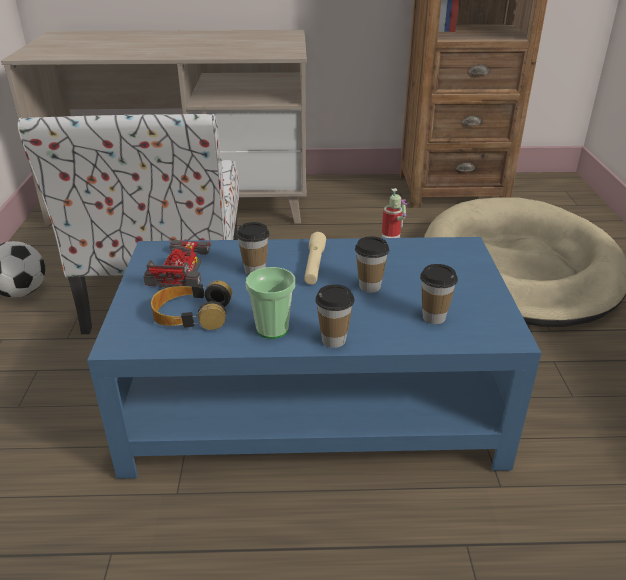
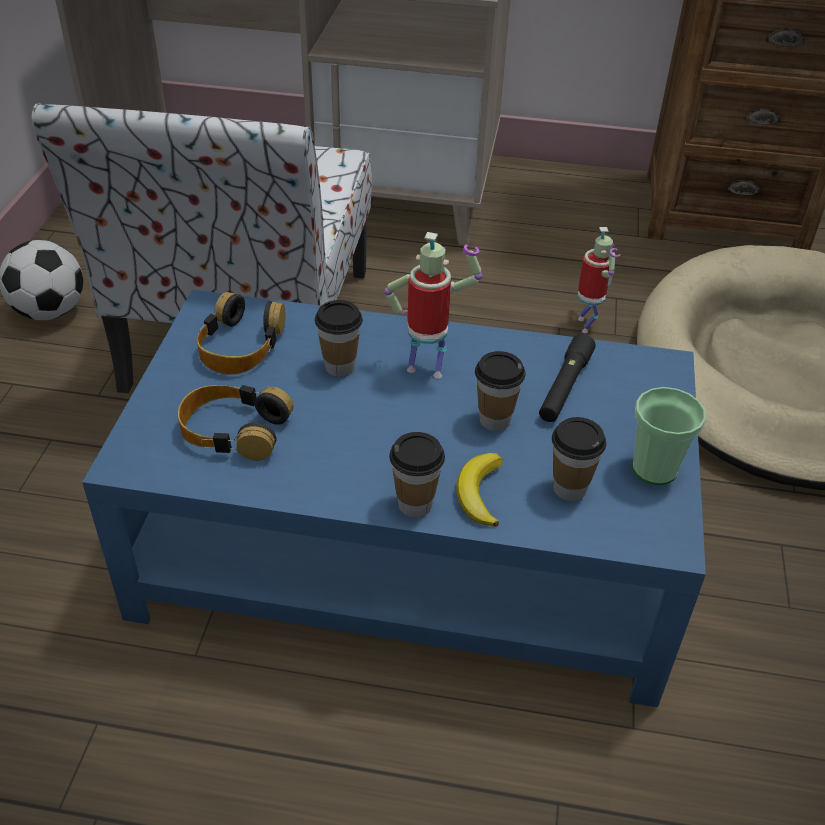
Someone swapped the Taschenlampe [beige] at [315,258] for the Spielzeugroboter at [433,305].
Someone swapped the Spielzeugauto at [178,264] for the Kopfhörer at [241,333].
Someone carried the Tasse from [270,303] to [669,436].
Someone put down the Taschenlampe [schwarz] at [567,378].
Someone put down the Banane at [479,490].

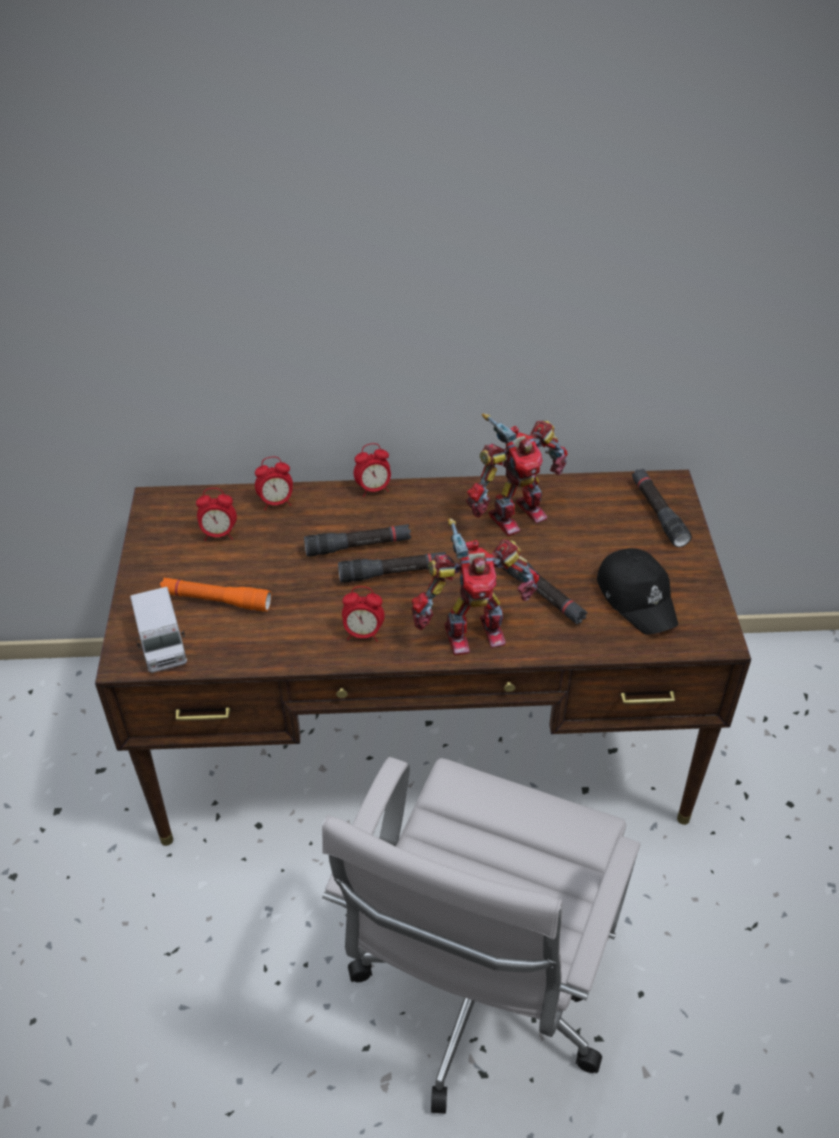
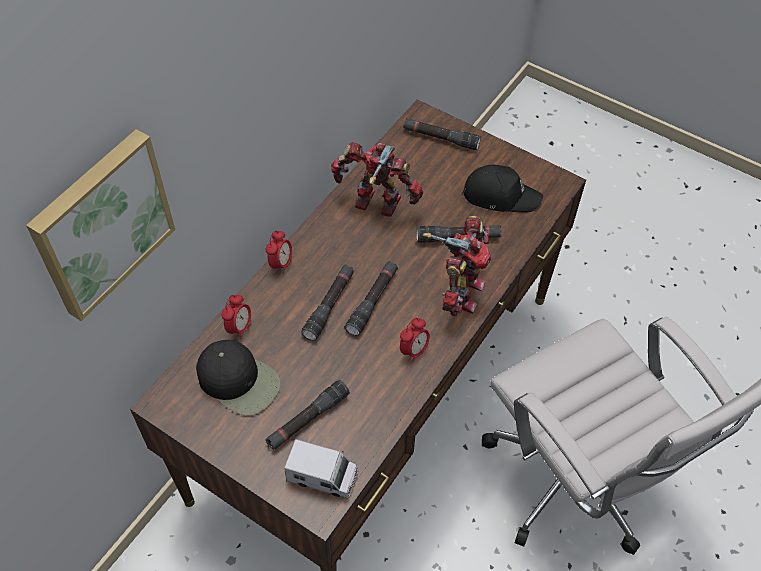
Someone rotated the Spielzeugroboter at [517,475] by 75 degrees counterclockwise.
Someone swapped the Wecker at [216,514] for the Kappe [schwarz] at [238,378].
Someone repainted the Taschenlampe [orange] at [215,594], which became the Taschenlampe [schwarz] at [307,415].
Someone put up the Bild at [100,225].

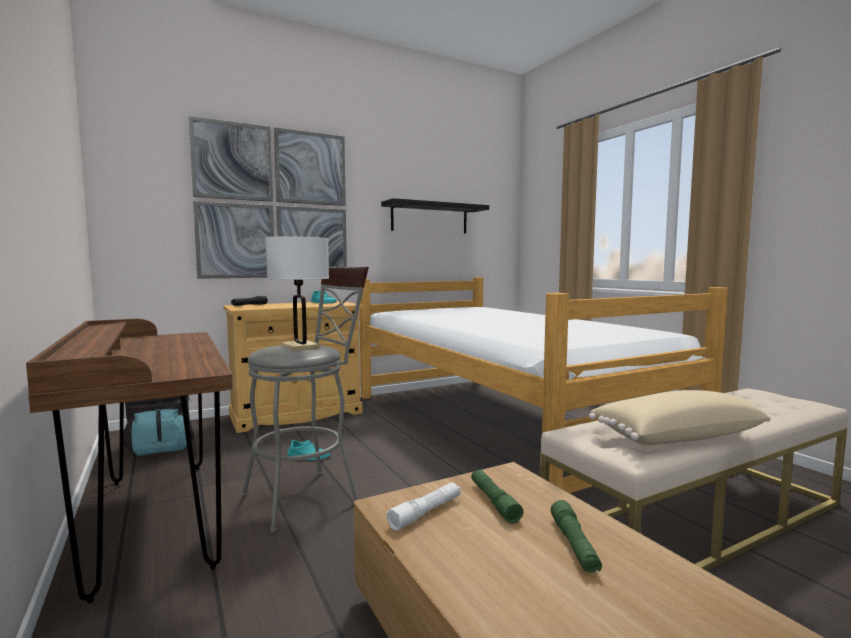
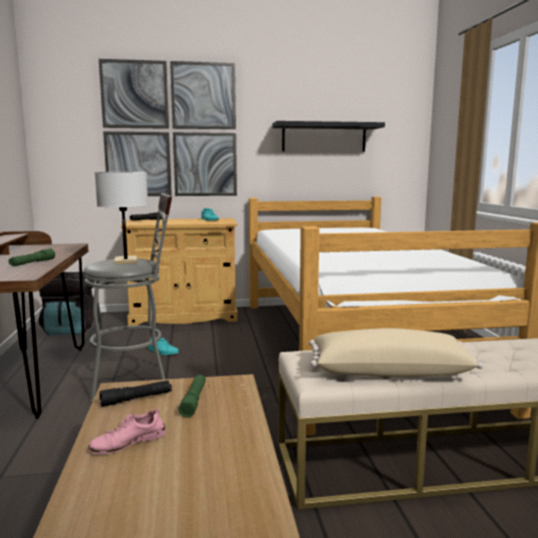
Someone repainted the Taschenlampe [weiß] at [424,506], which became the Taschenlampe [schwarz] at [135,393].
Someone carried the Taschenlampe [grün] from [576,536] to [31,257].
Someone put down the Schuh [rosa] at [127,431].

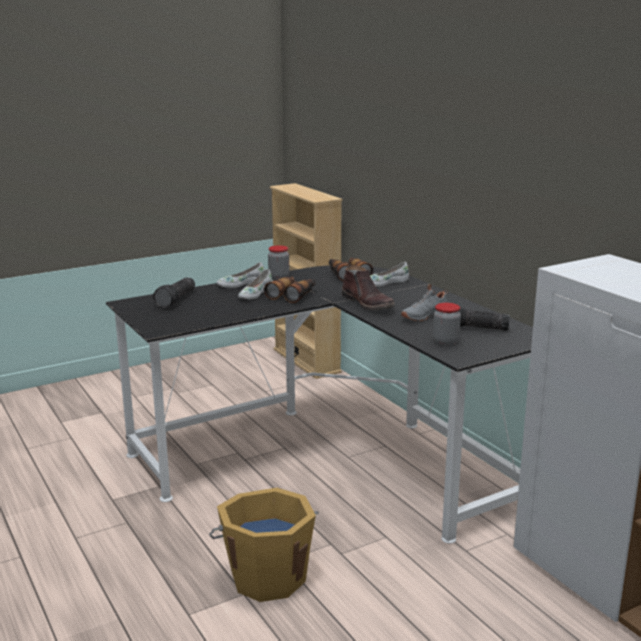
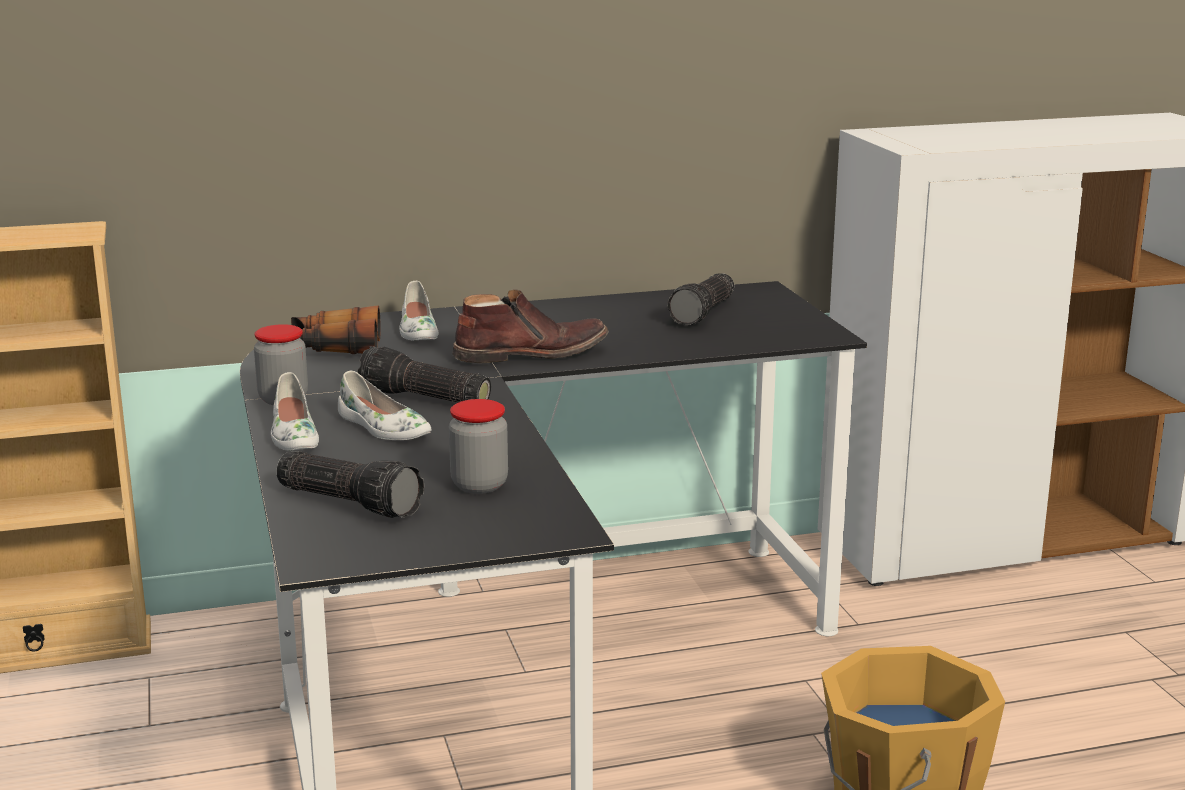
Someone swapped the Fernglas at [290,289] for the Taschenlampe at [424,374].
Someone took away the Schuh [grau] at [424,302].
Someone carried the Vorratsglas from [447,324] to [478,446].

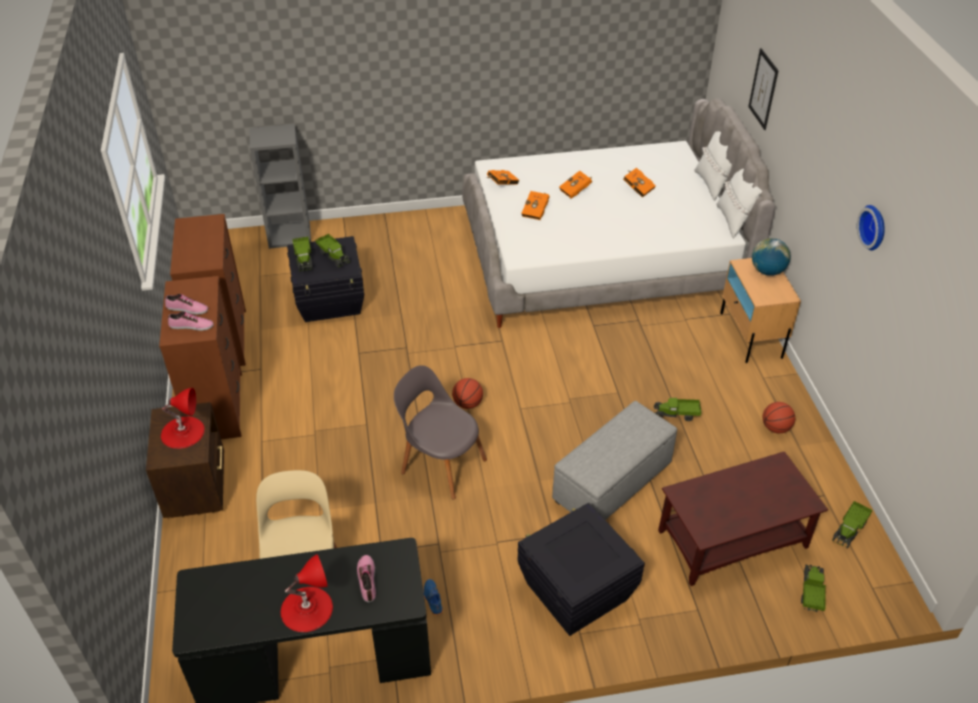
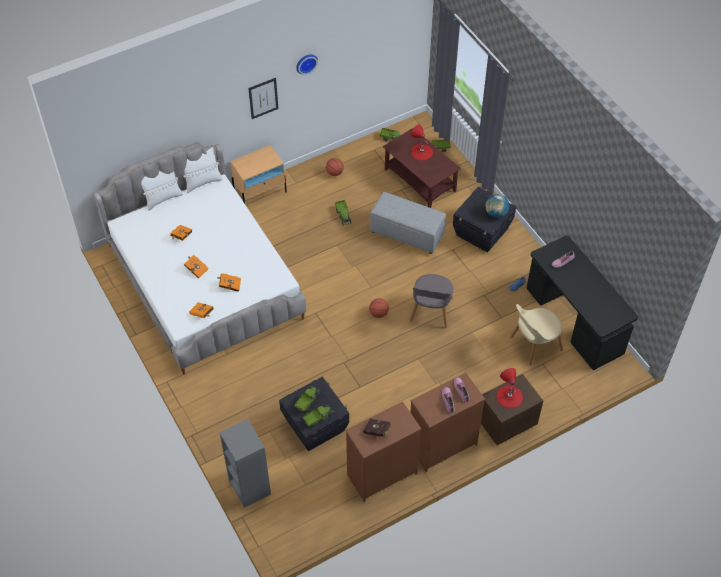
Someone carried the Bild from [763,89] to [263,98].
Someone carried the Globus from [771,257] to [497,206].
Someone carried the Tischlampe [rot] from [307,593] to [422,142].
Someone put down the Buch [rot] at [377,428].

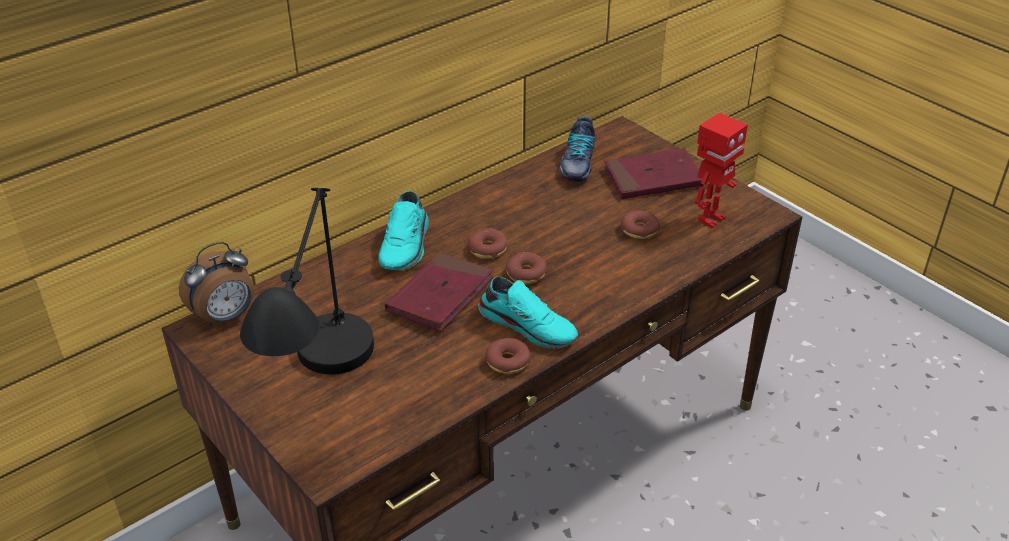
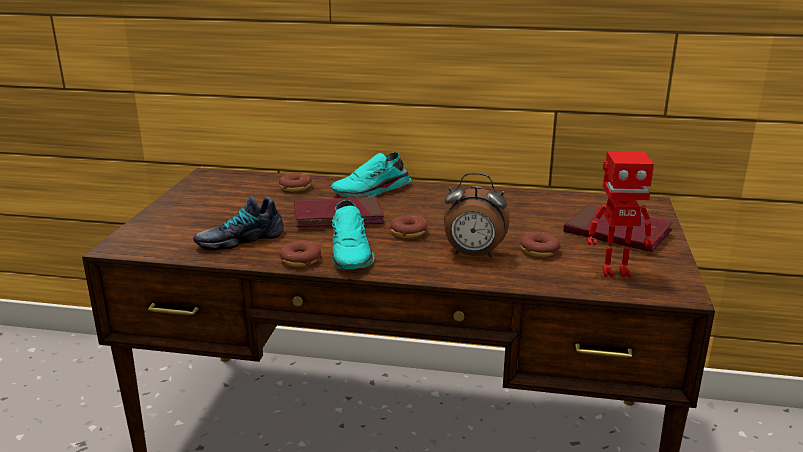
Someone carried the Schuh from [577,149] to [238,223].
Someone took away the Tischlampe [schwarz] at [307,281].
Someone carried the Donut from [488,243] to [295,182].
Someone carried the Wecker from [216,284] to [477,215].

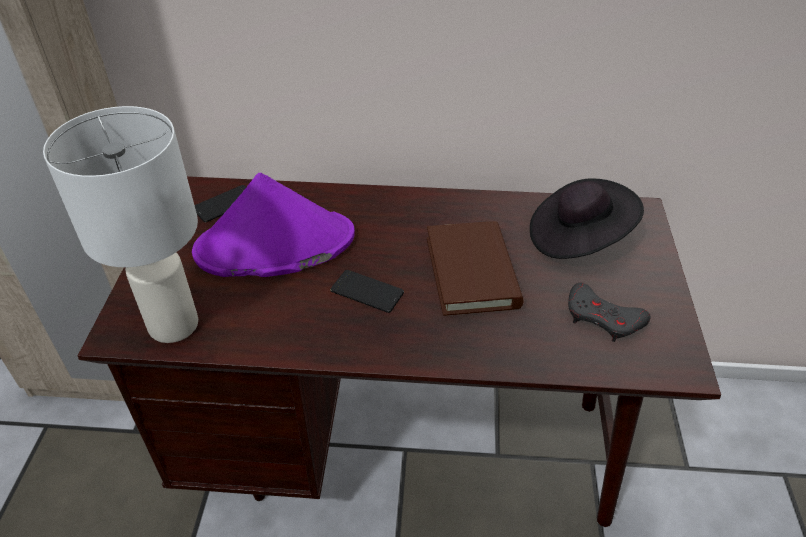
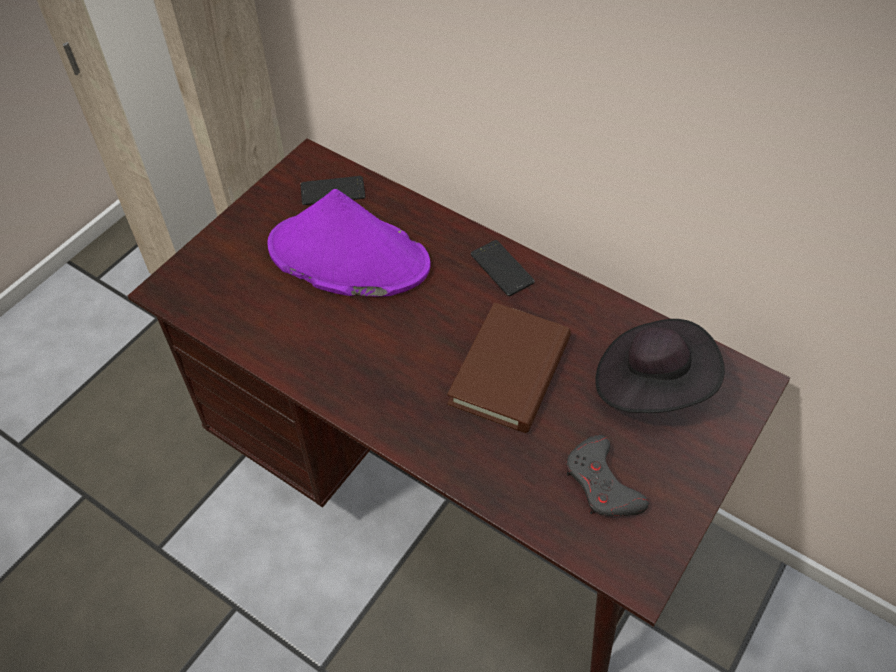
Someone took away the Tischlampe [weiß] at [120,224].
Someone carried the Handy from [367,291] to [503,268].

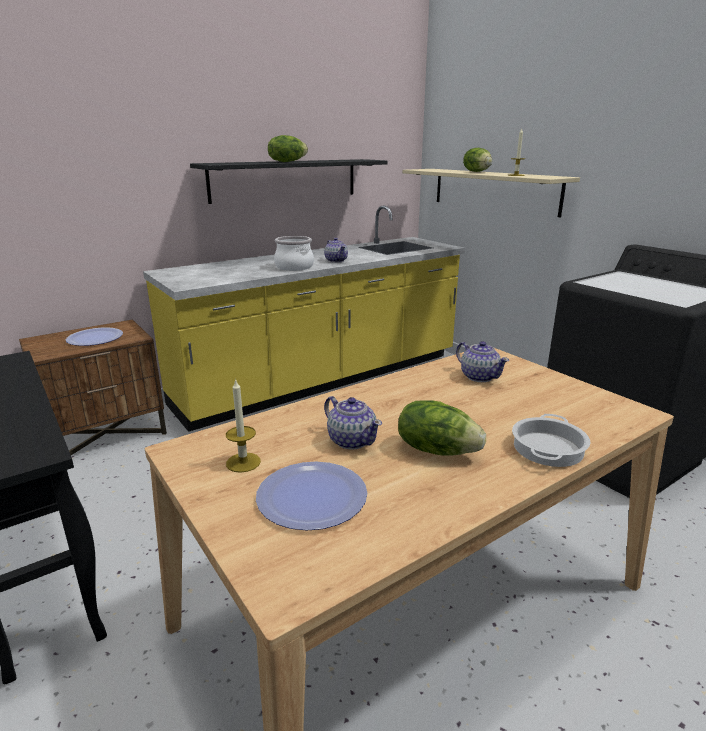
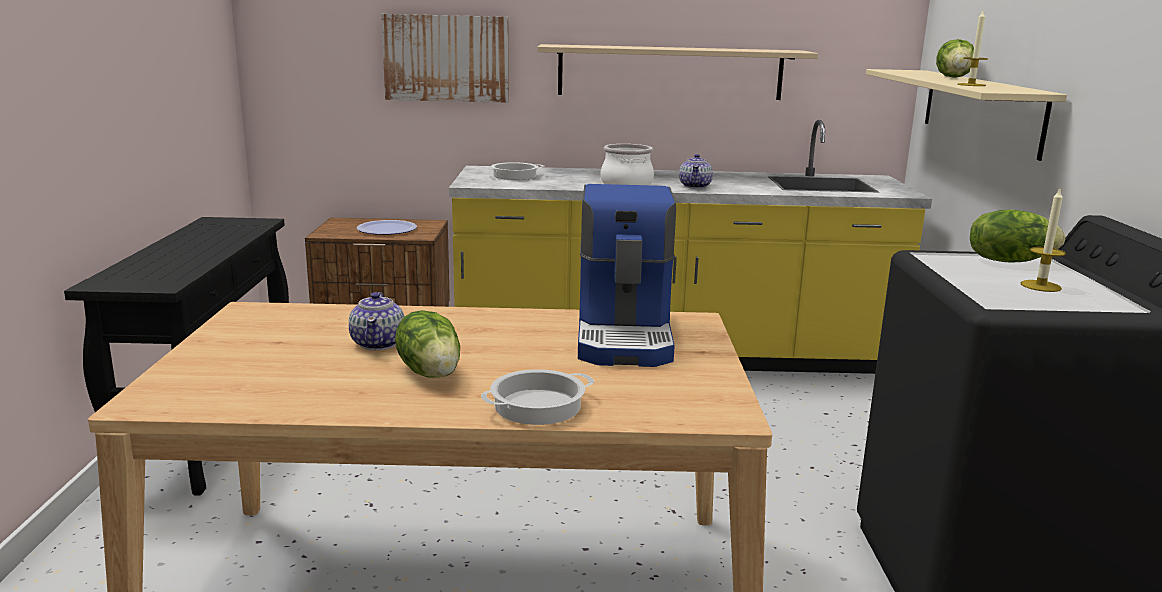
Someone carried the Salatkopf from [288,148] to [1017,235].
Someone repainted the Wandregal [schwarz] at [289,181], which became the Wandregal [beige] at [677,72].
Someone swapped the Teekanne at [482,361] for the Kaffeemaschine at [627,275].
Someone carried the Kerze from [243,425] to [1043,240].
Someone took away the Teller at [311,496].
Someone put up the Bild at [445,58].
Someone put down the Kochtopf at [515,171].

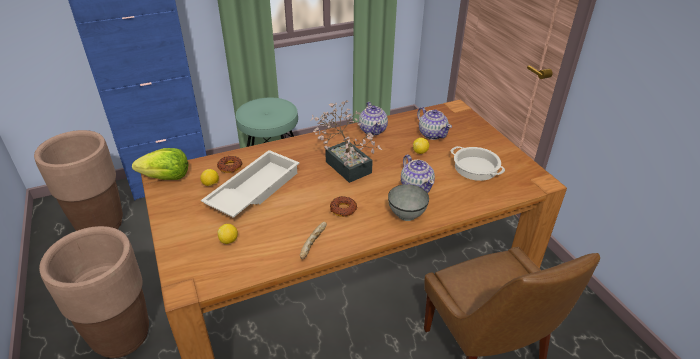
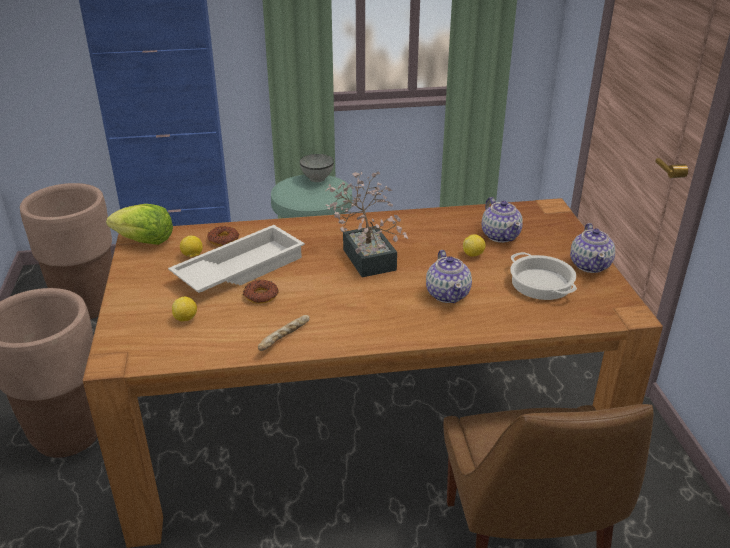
Someone carried the Teekanne from [373,118] to [592,248].
Someone carried the Schüssel [grau] from [408,202] to [317,168].
Someone carried the Donut from [343,206] to [260,292].

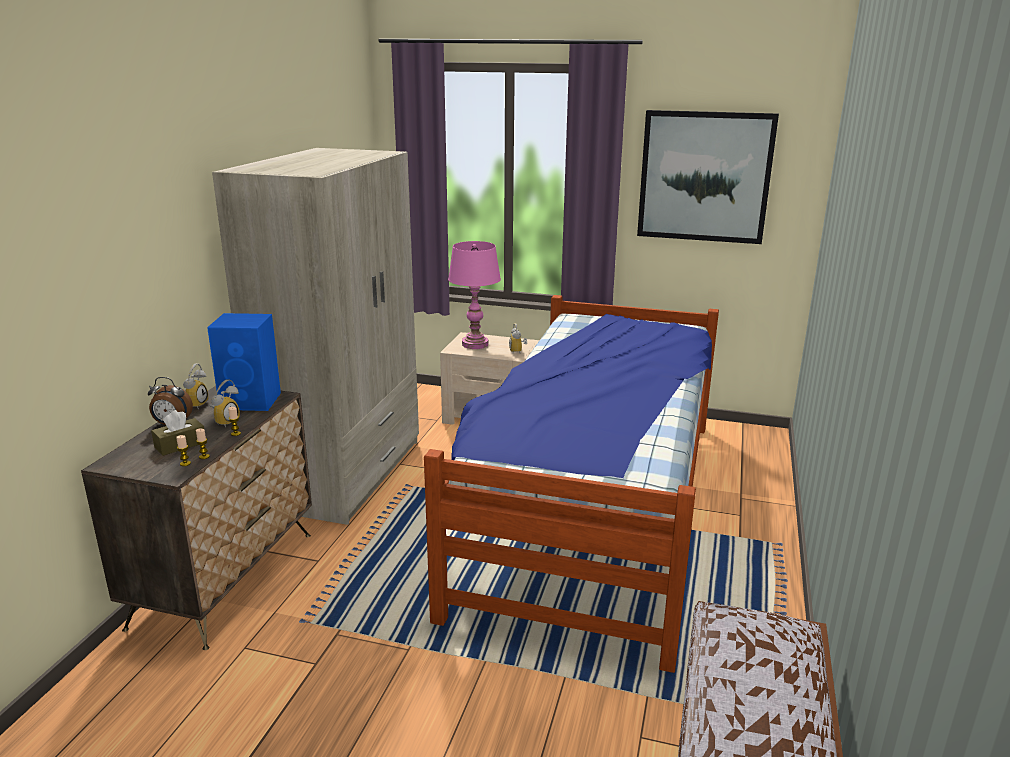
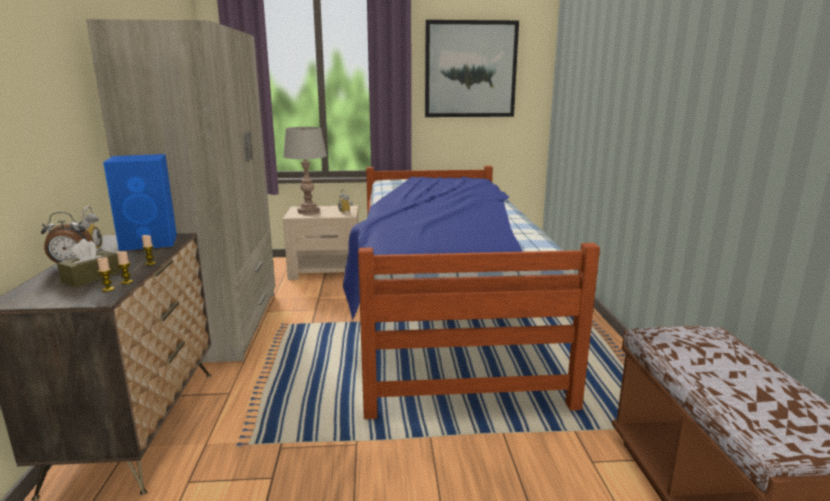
Someone repainted the Tischlampe [rosa] at [474,295], which became the Tischlampe [grau] at [305,170].
Someone took away the Wecker at [224,403].

